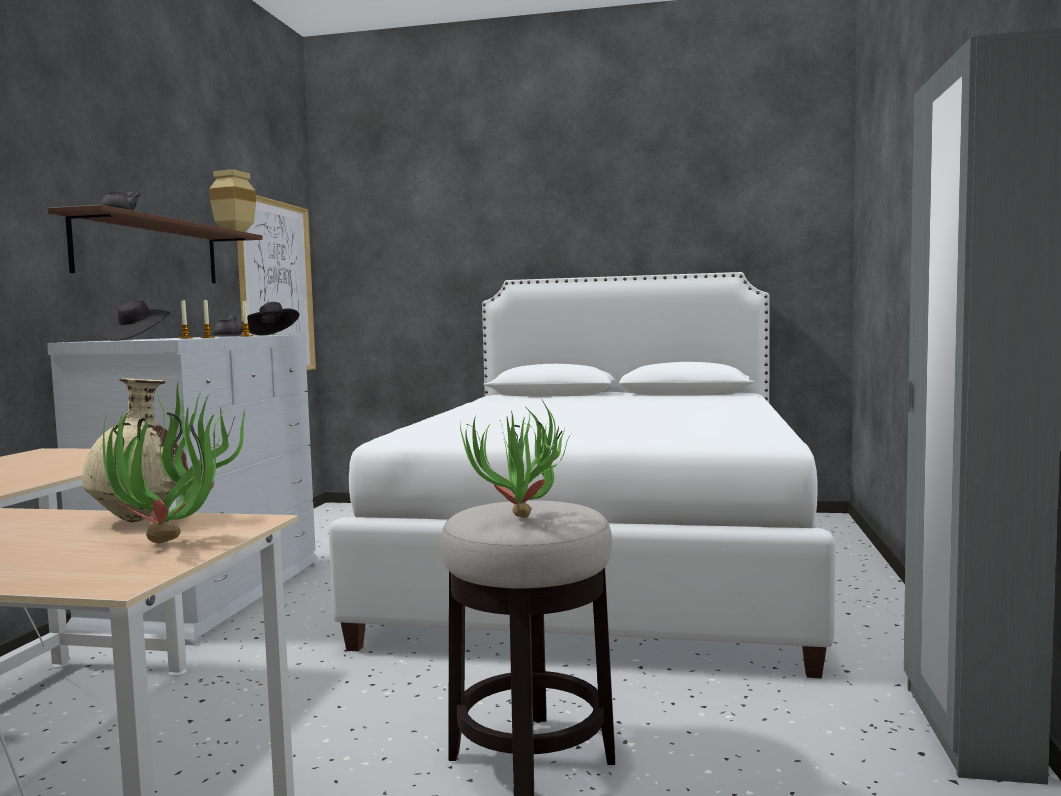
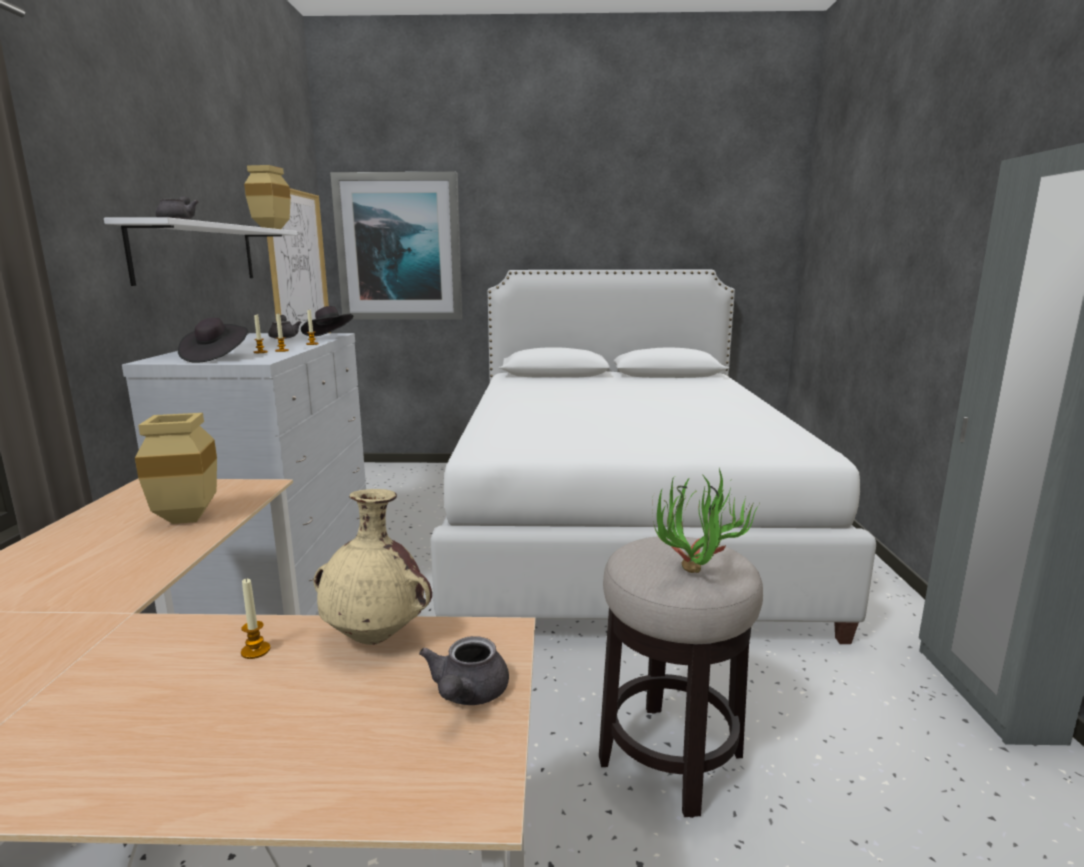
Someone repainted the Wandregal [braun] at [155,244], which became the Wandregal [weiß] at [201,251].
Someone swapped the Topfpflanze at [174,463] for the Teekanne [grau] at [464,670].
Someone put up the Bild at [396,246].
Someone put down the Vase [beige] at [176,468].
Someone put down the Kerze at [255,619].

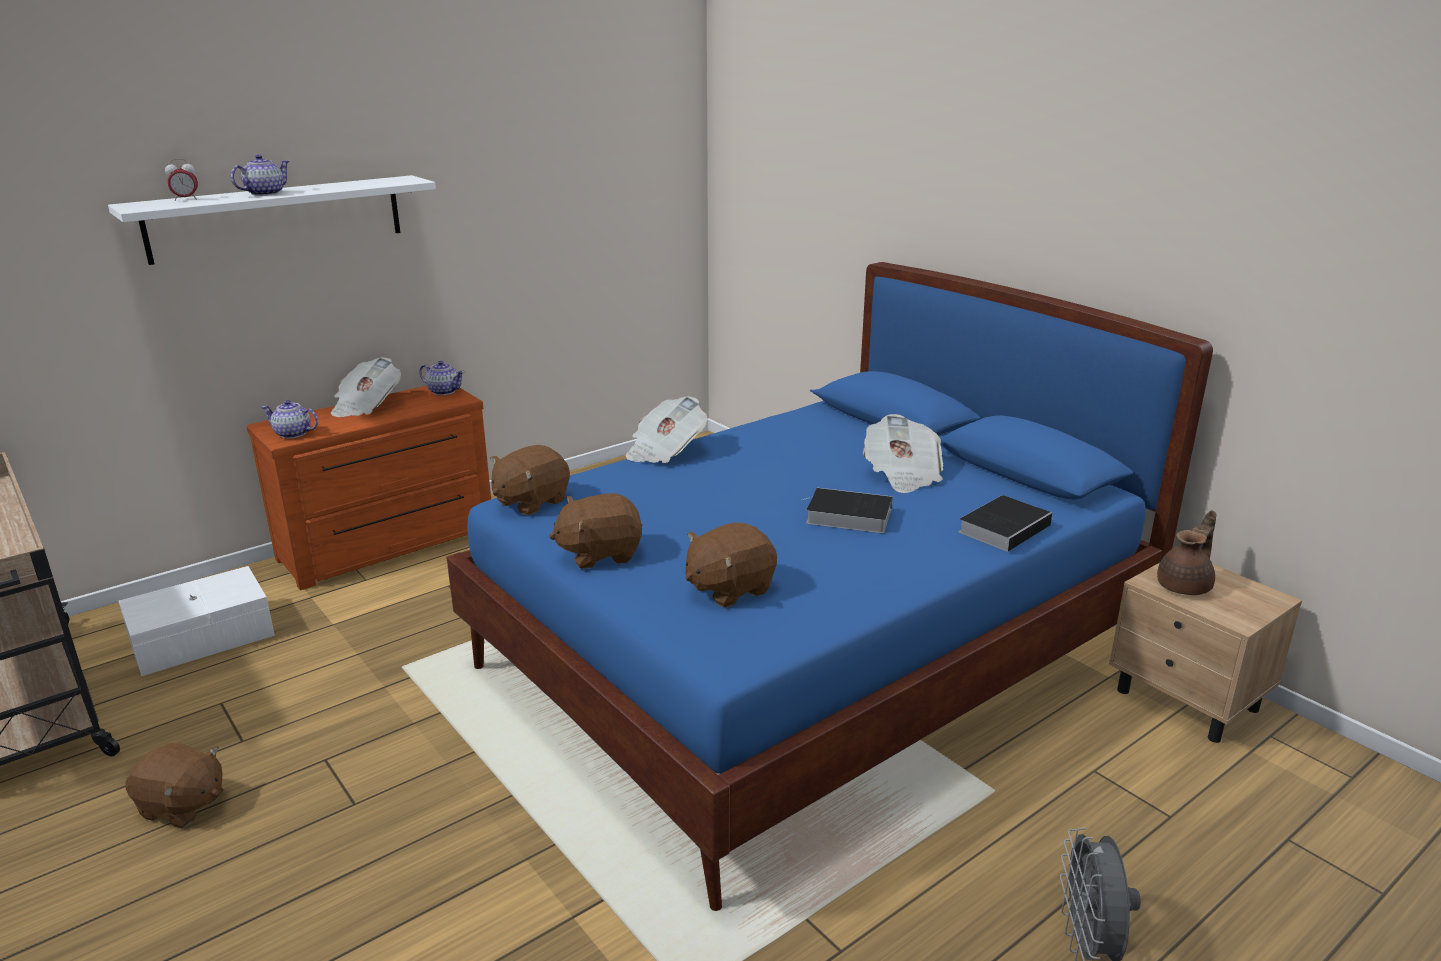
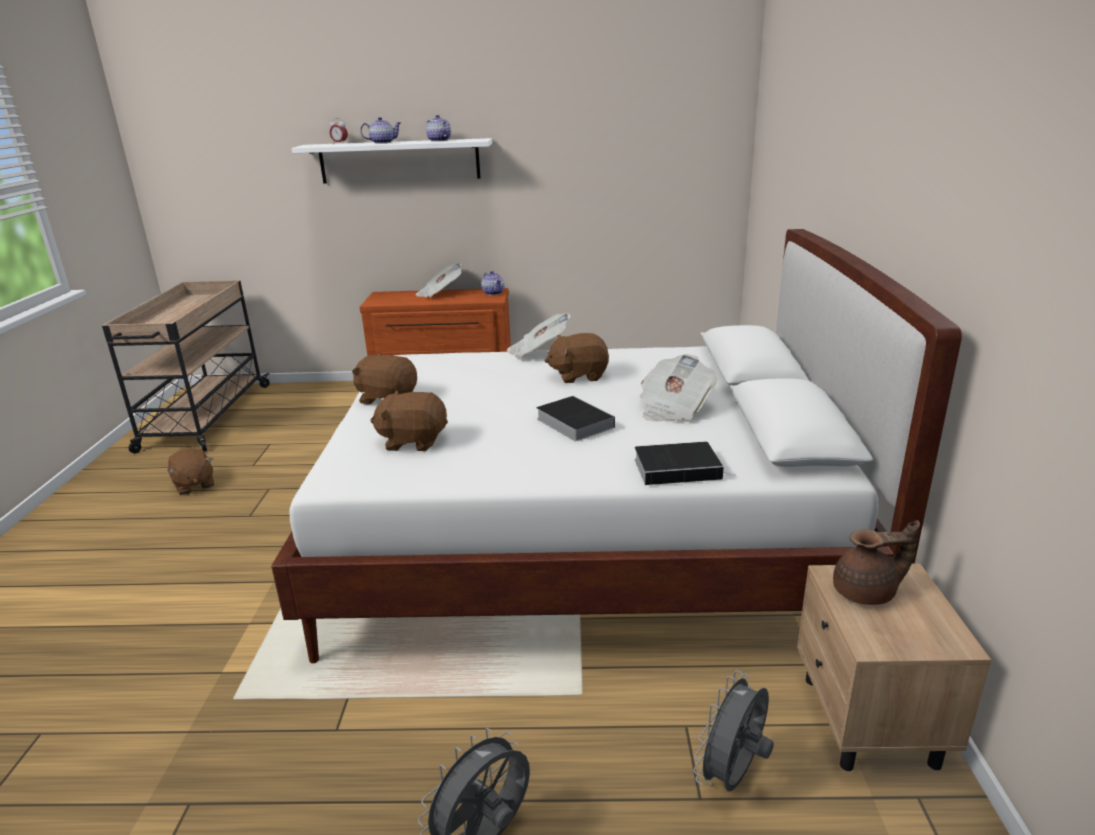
Someone repainted the Bett [blau] at [829,586], which became the Bett [weiß] at [616,446].
Someone carried the Teekanne from [289,419] to [438,128].
Someone carried the Plüschtier [braun] from [530,480] to [576,358].
Someone took away the Aufbewahrungsbox [weiß] at [197,621].
Someone put down the Ventilator [grau] at [733,730].

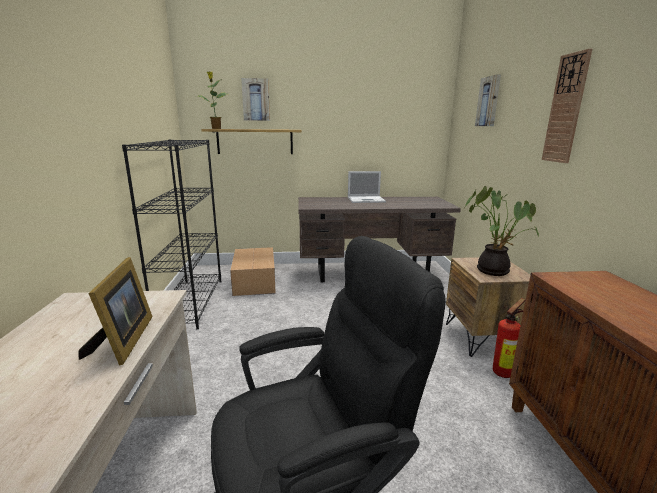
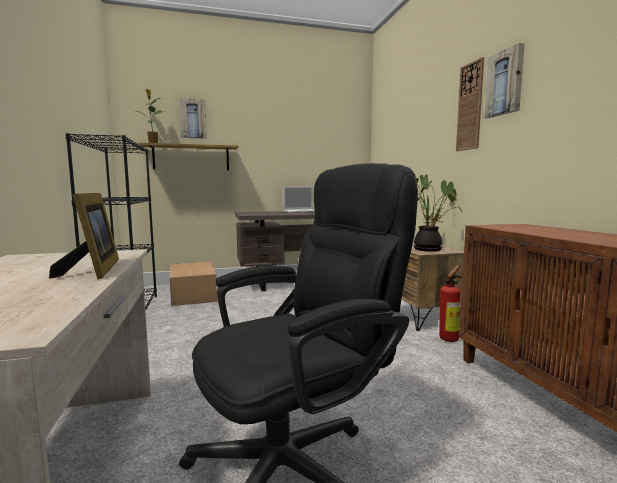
Someone carried the Bild from [488,100] to [504,80].

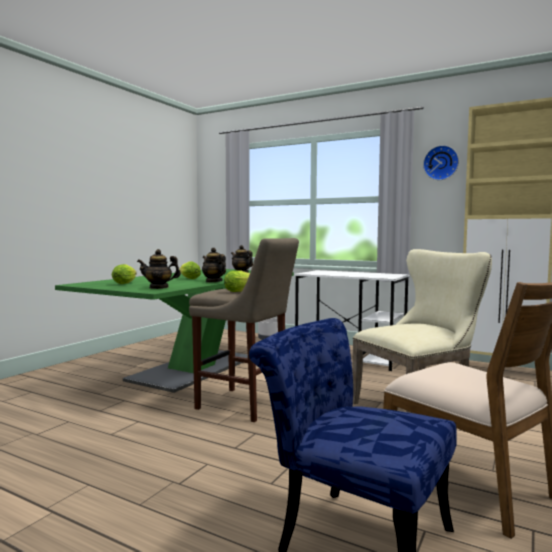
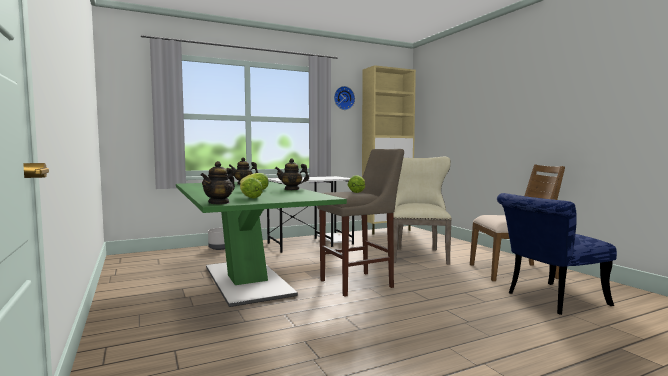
Someone carried the Teekanne from [159,269] to [218,183].

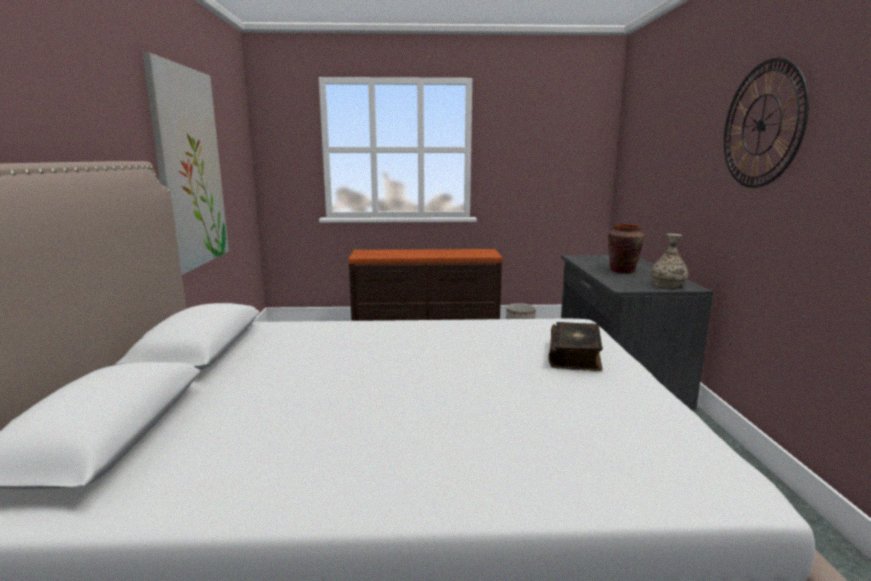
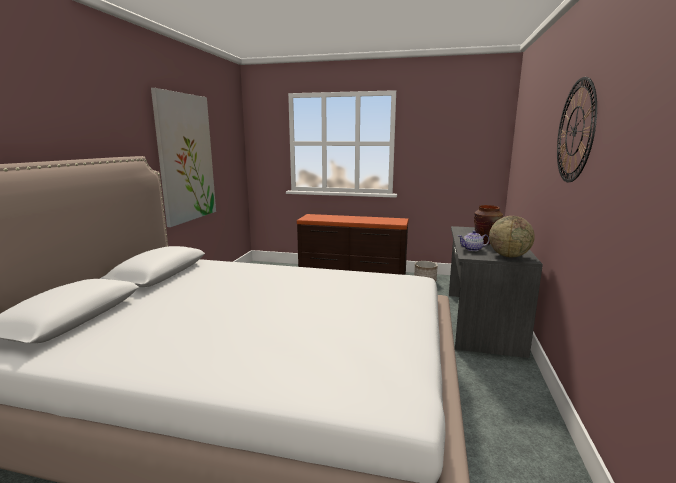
Someone swapped the Vase at [669,261] for the Globus at [512,236].
Someone took away the Buch at [575,346].
Someone put down the Teekanne at [473,241].

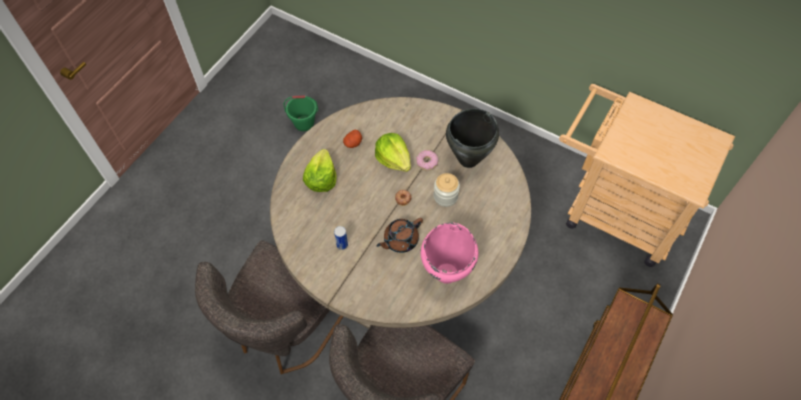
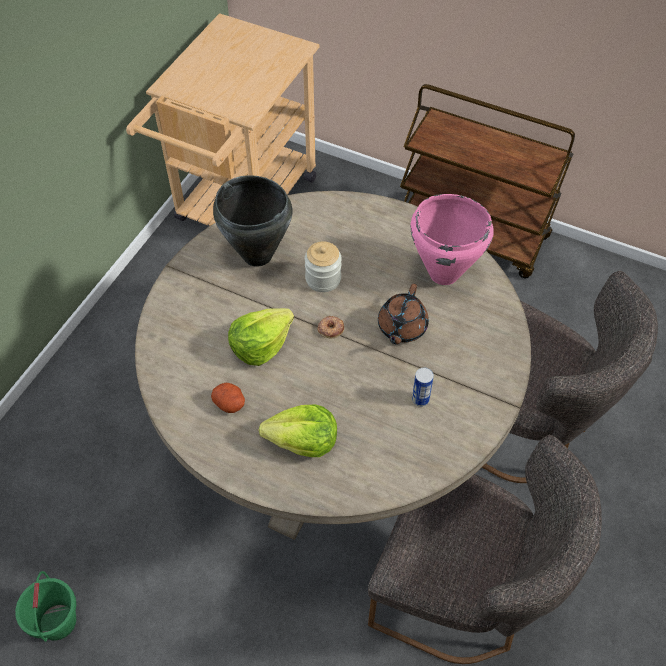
Someone took away the Donut at [427,160].
Someone rotated the Teekanne [braun] at [399,235] by 60 degrees clockwise.

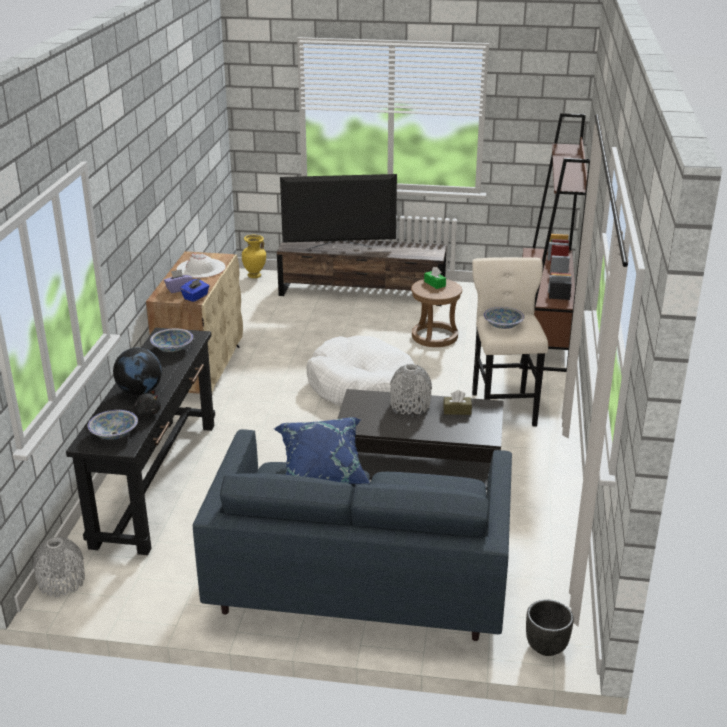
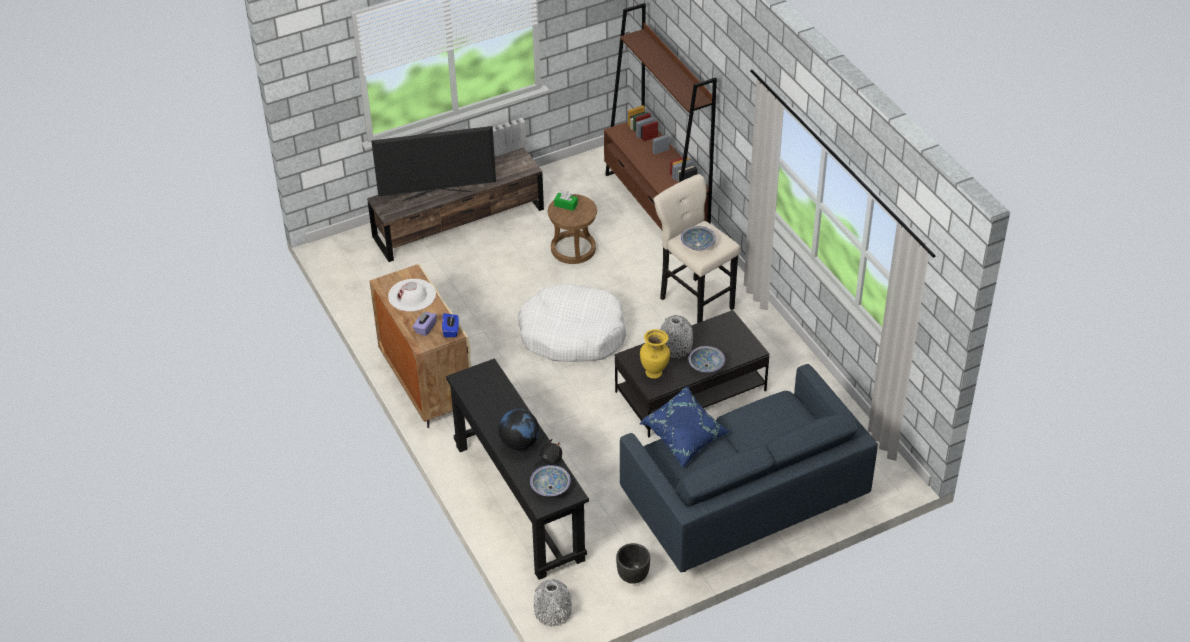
Someone rotated the Fernseher at [338,212] by 150 degrees counterclockwise.
Someone carried the Vase [gelb] from [254,256] to [655,354].
Someone carried the Schüssel from [171,340] to [706,359].
Someone took away the Taschentuchbox [braun] at [457,402].
Someone carried the Pflanzkübel [schwarz] from [550,627] to [633,563].

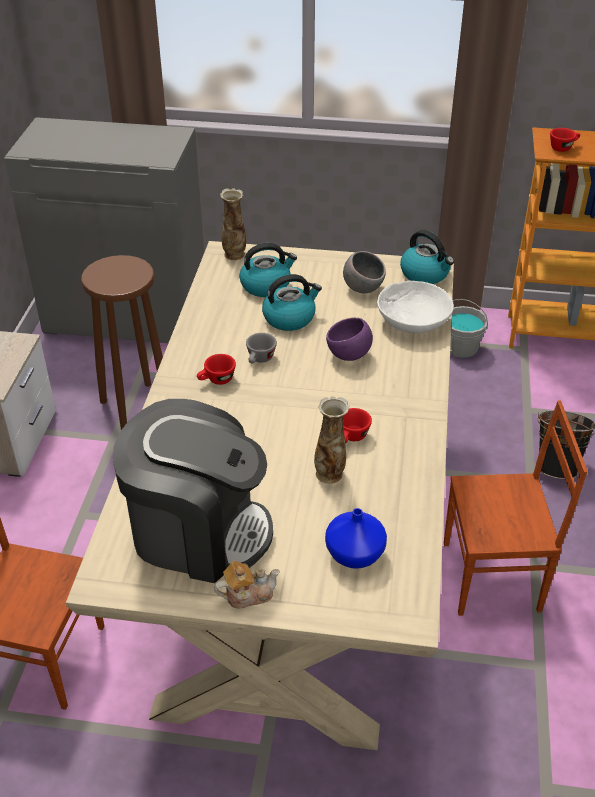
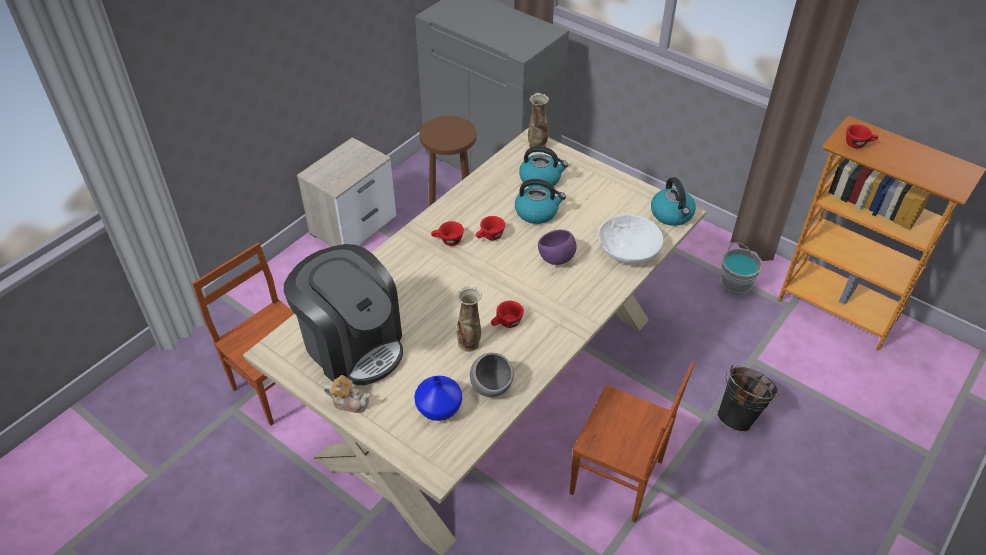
Someone carried the Schüssel [grau] from [364,272] to [492,375].
Someone repainted the Tasse [grau] at [261,348], which became the Tasse [rot] at [490,228].

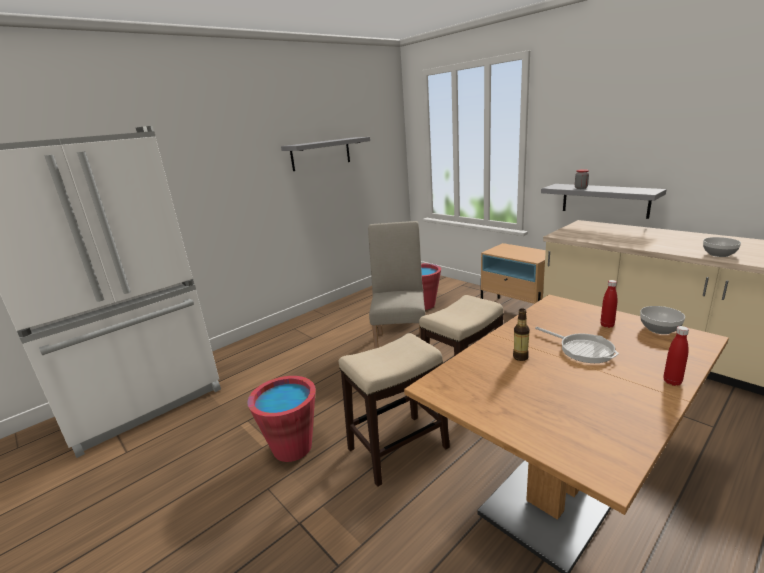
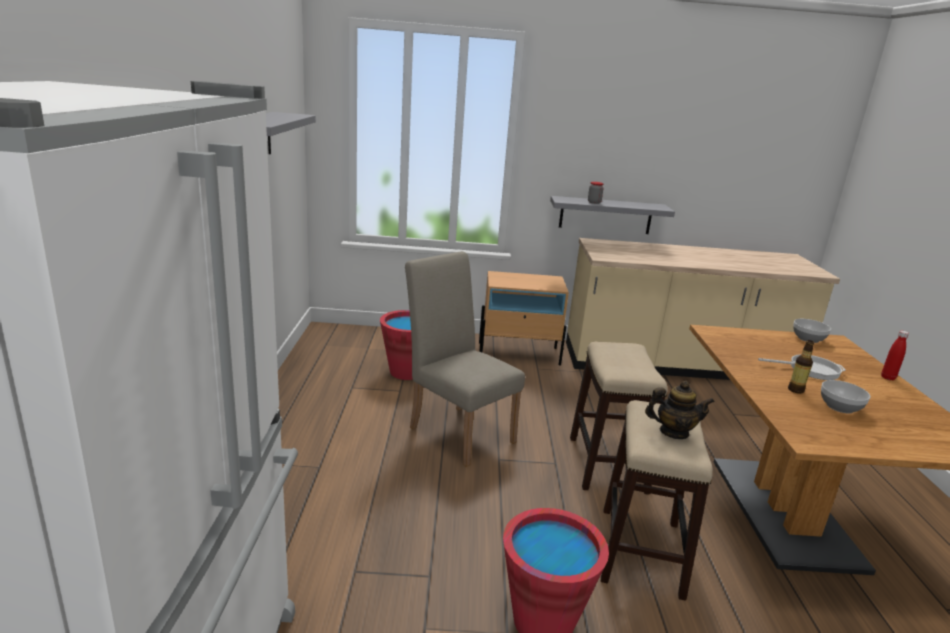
Someone carried the Schüssel from [722,247] to [845,396].
Someone took away the Flasche [rot] at [608,304].
Someone put down the Teekanne at [680,410].

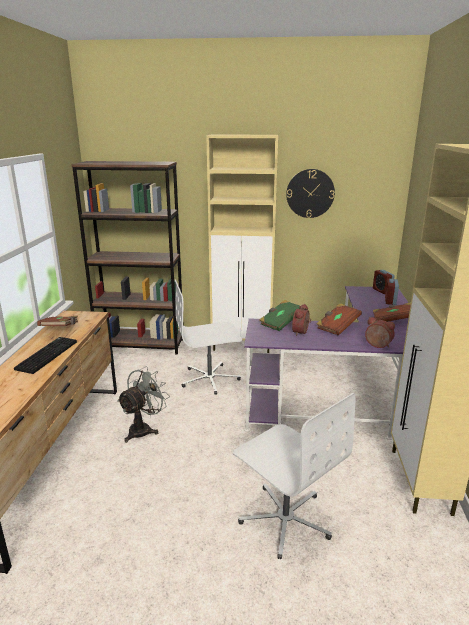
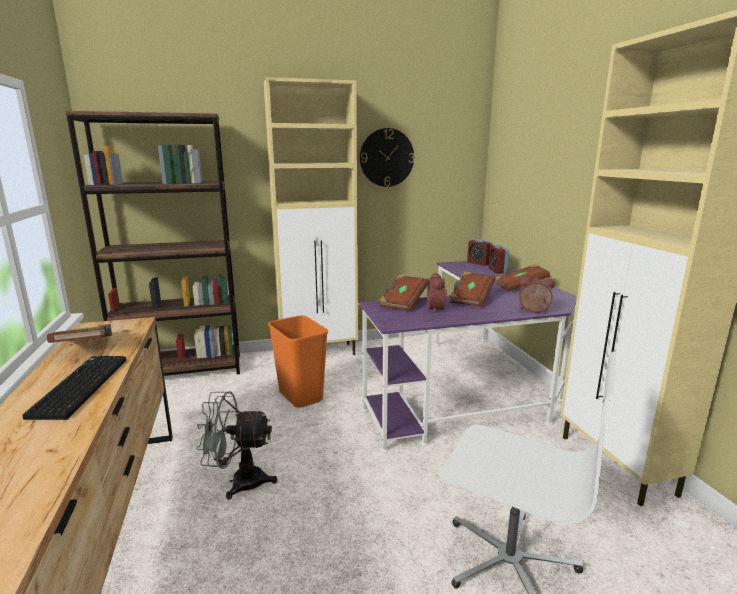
Someone swapped the Bürostuhl [weiß] at [208,337] for the Mülleimer [orange] at [298,361].
Someone repainted the Buch [grün] at [279,315], which became the Buch [braun] at [404,292].
Someone rotated the Ventilator [grau] at [143,404] by 105 degrees counterclockwise.

